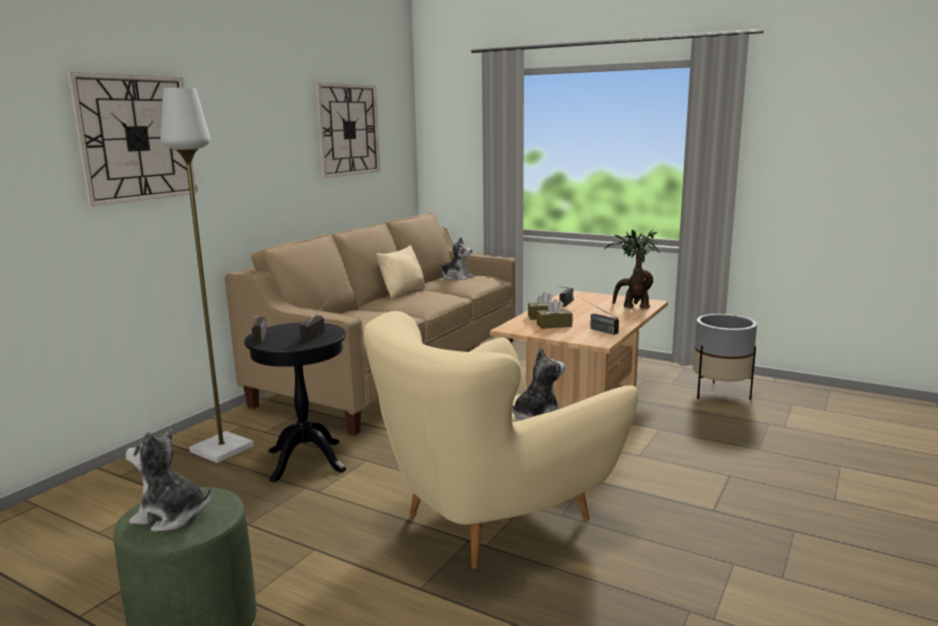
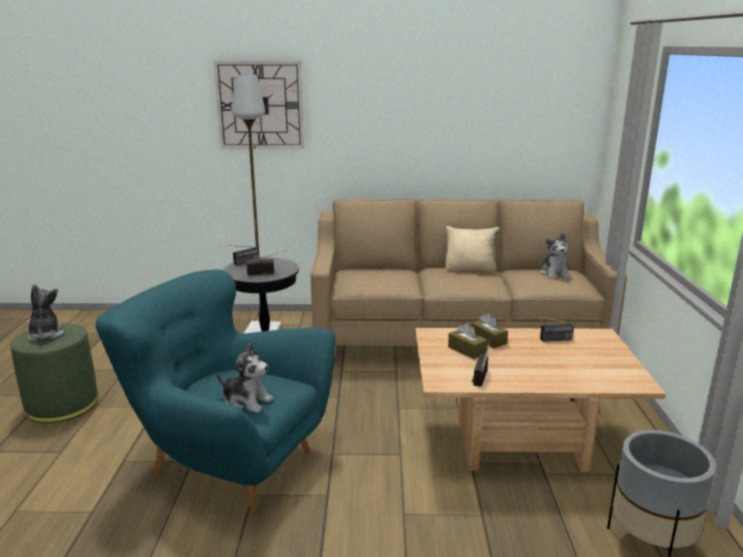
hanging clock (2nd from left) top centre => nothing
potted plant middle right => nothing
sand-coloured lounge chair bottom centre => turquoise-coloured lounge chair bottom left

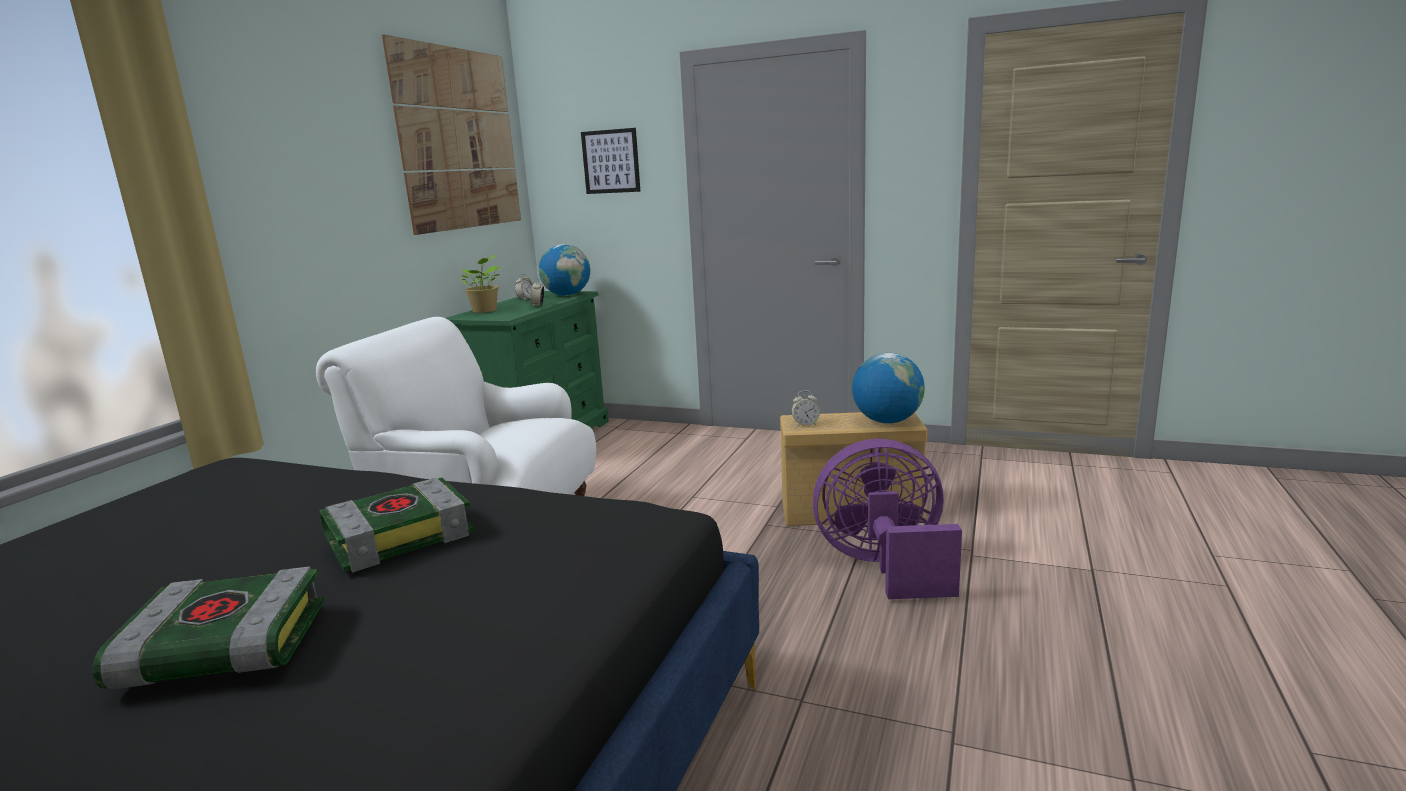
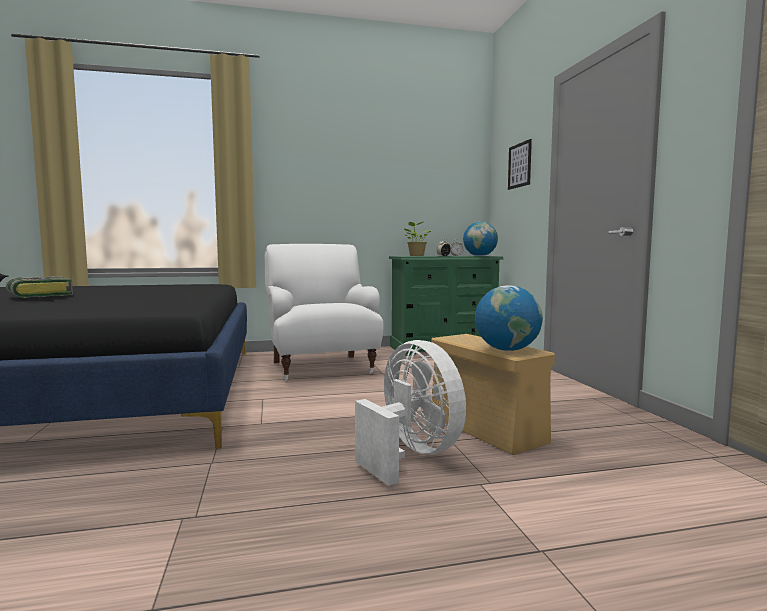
wall picture (1st from left) top left => nothing
alarm clock (3rd from left) centre => nothing
purple-coloured electric fan centre => white electric fan bottom centre
volume (2nd from left) middle left => nothing

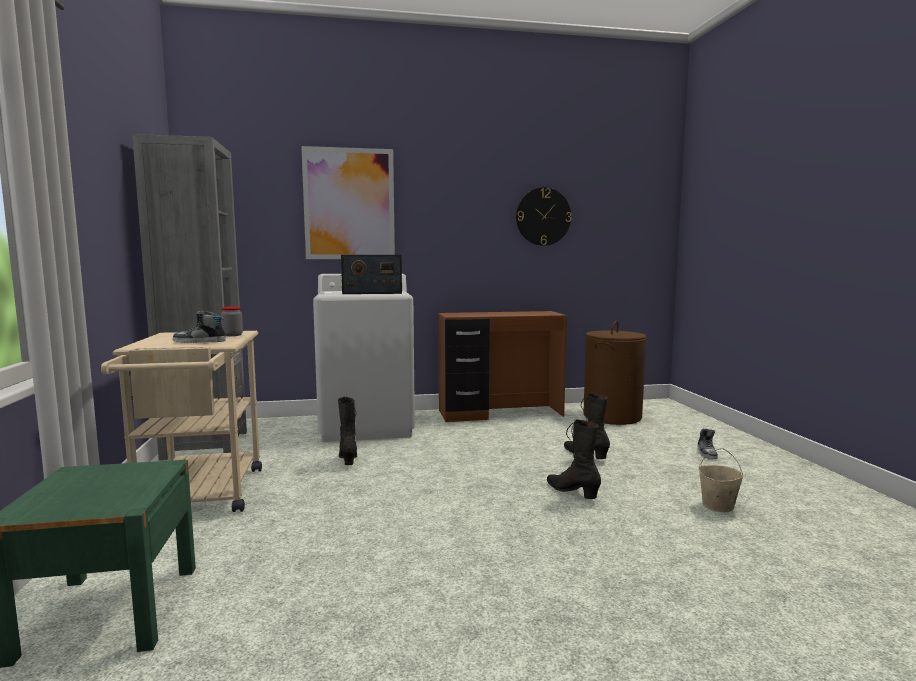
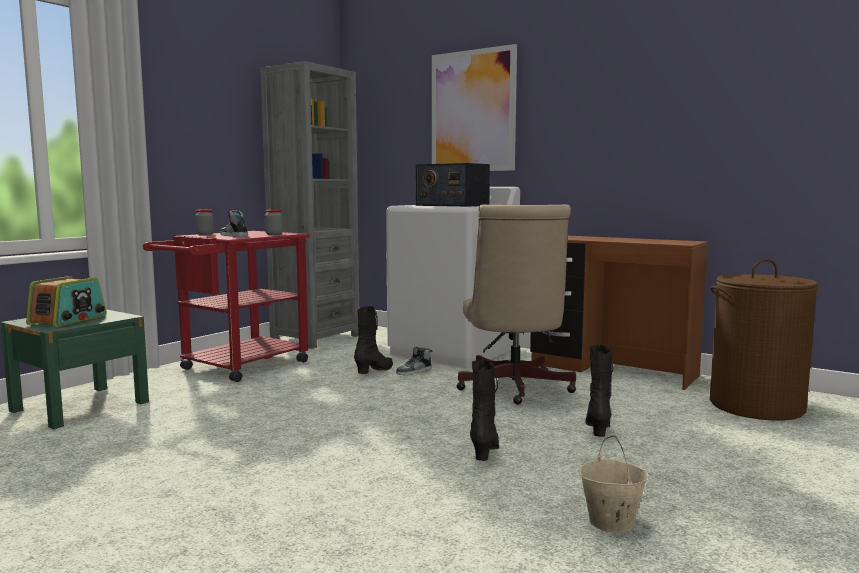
hanging clock top centre => nothing
sand-coloured cart middle left => red cart middle left
low shoe (2nd from left) middle right => low shoe (2nd from left) centre, moved
nothing => sand-coloured desk chair centre
nothing => preserve jar (1st from left) middle left
nothing => radio (1st from left) middle left

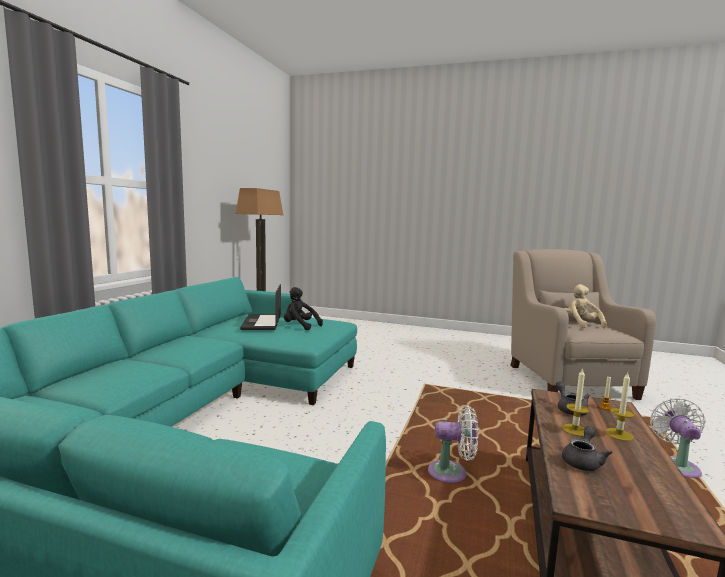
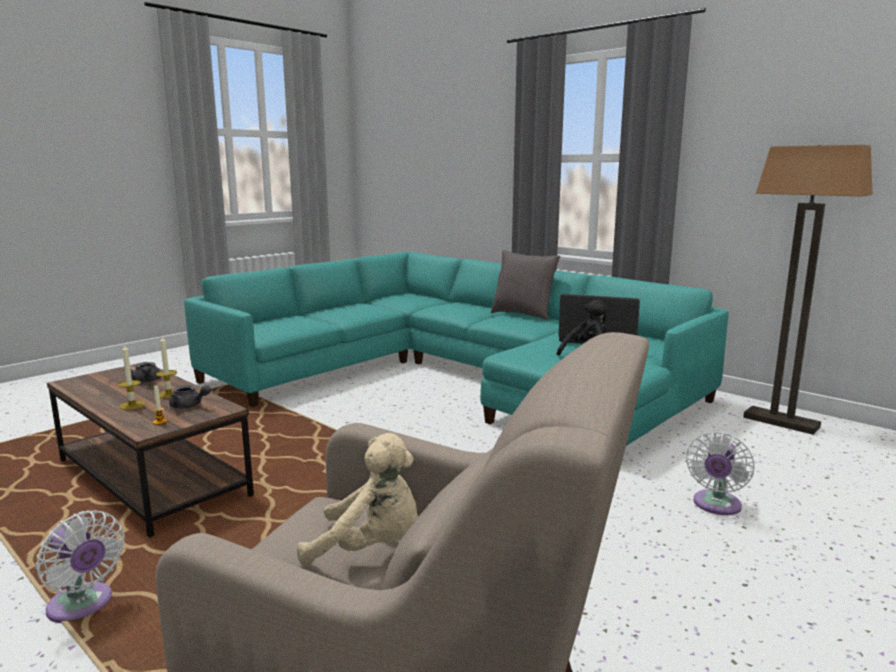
white electric fan (1st from left in the first image) bottom centre => white electric fan (2nd from left) bottom right, moved
nothing => greyish throw pillow centre

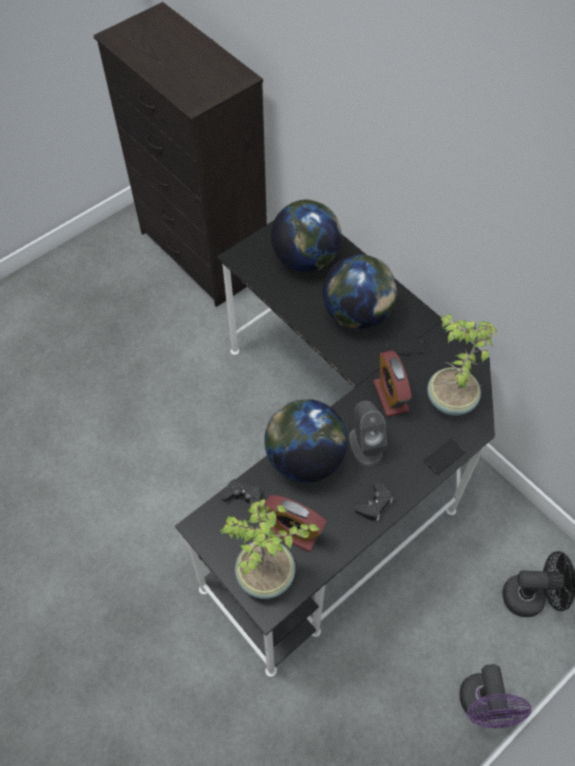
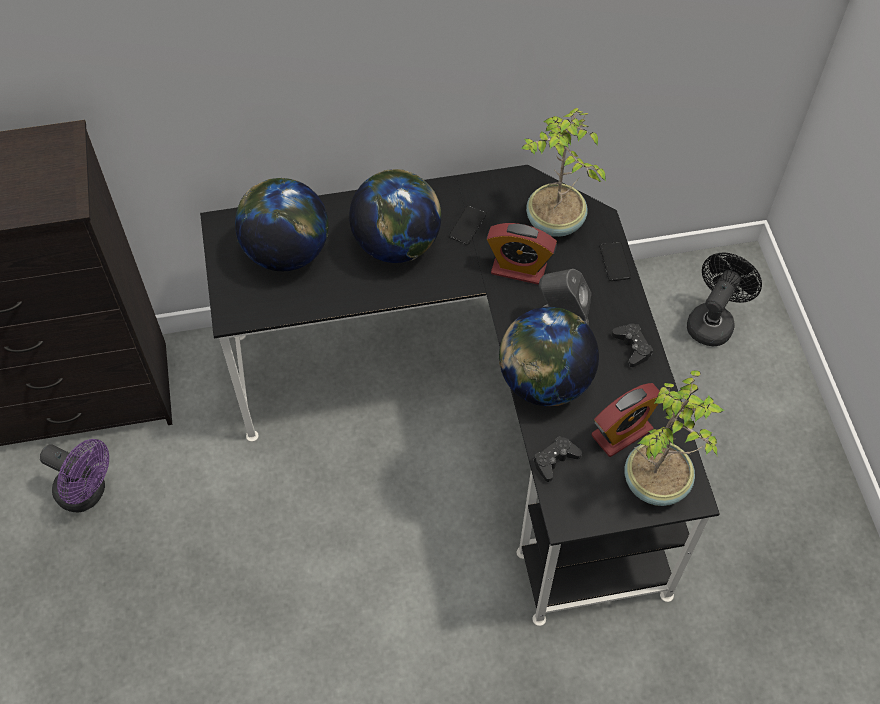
purple-coloured electric fan bottom right => purple-coloured electric fan bottom left, moved

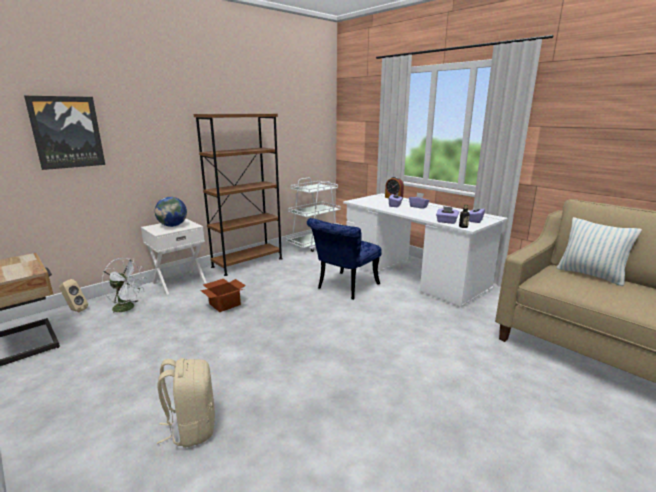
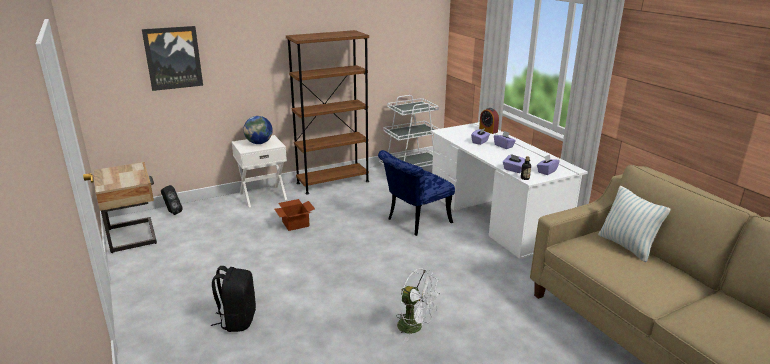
white electric fan middle left => white electric fan bottom centre, moved
sand-coloured audio speaker middle left => black-coloured audio speaker middle left
sand-coloured backpack bottom left => black-coloured backpack bottom left

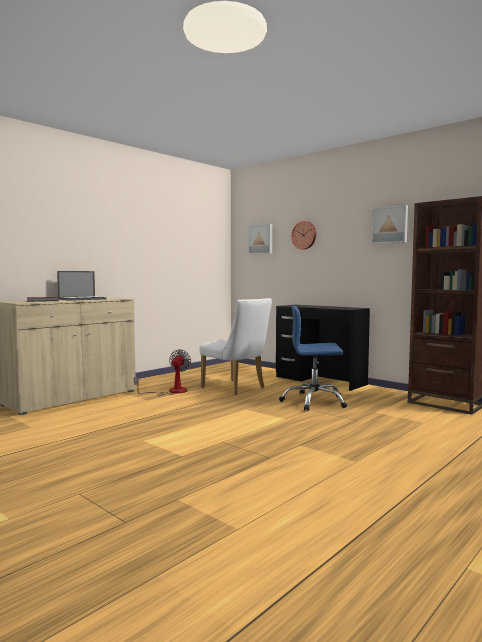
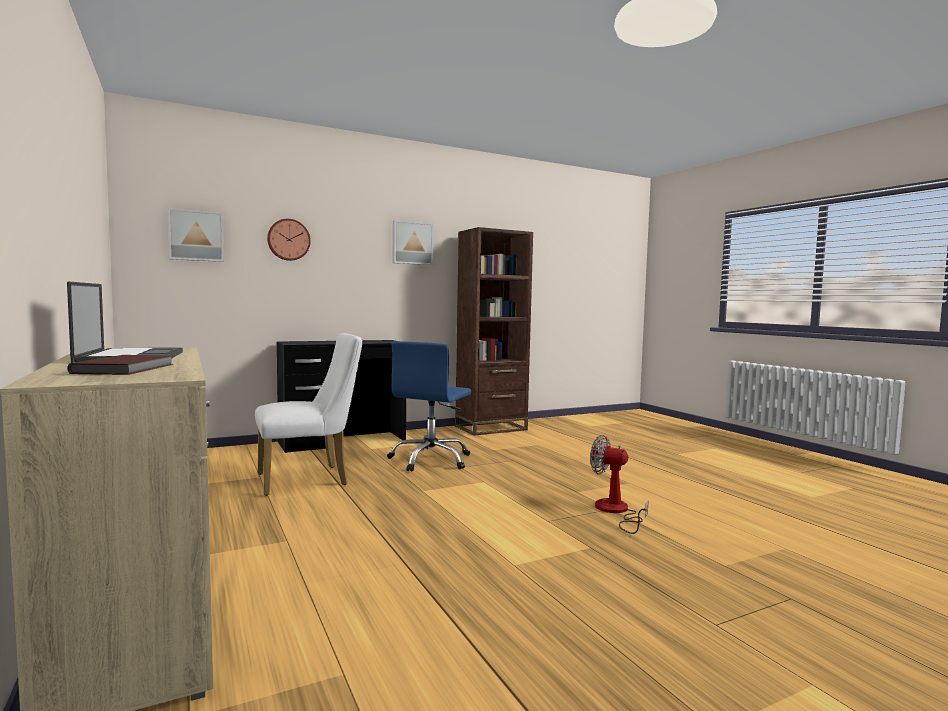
electric fan centre => electric fan bottom centre, moved

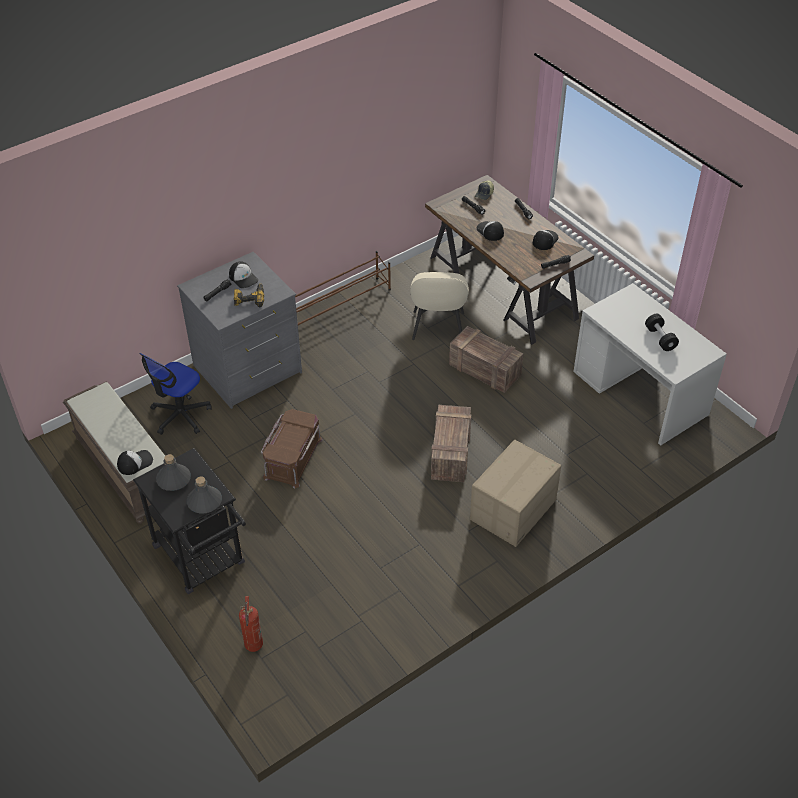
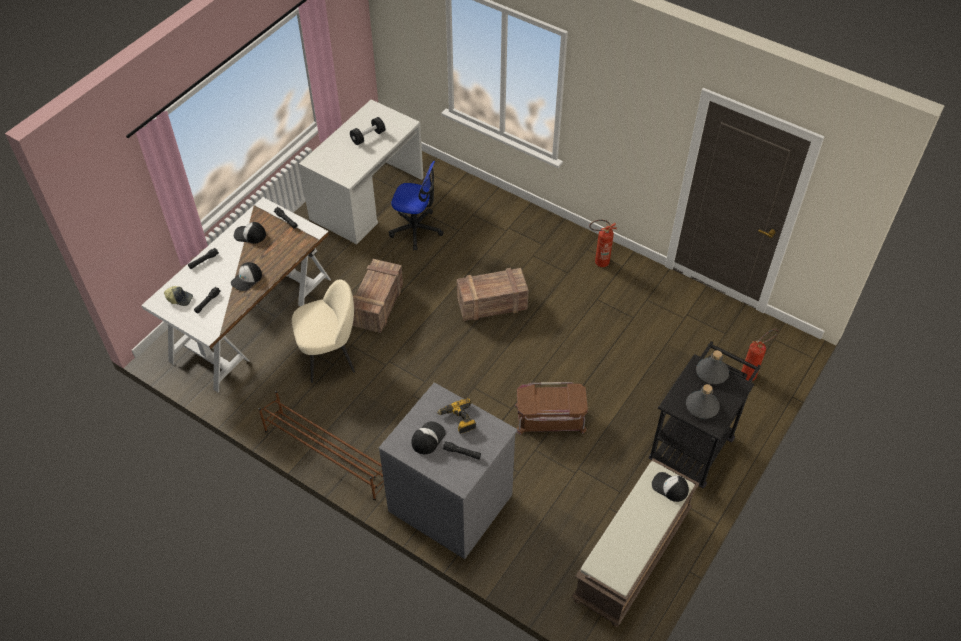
brown desk top centre => white desk (1st from left) middle left
desk chair middle left => desk chair top centre, moved
cardboard box centre => nothing
nothing => extinguisher (1st from left) centre

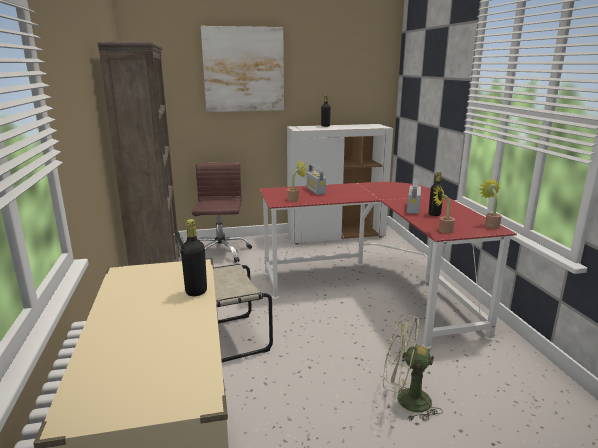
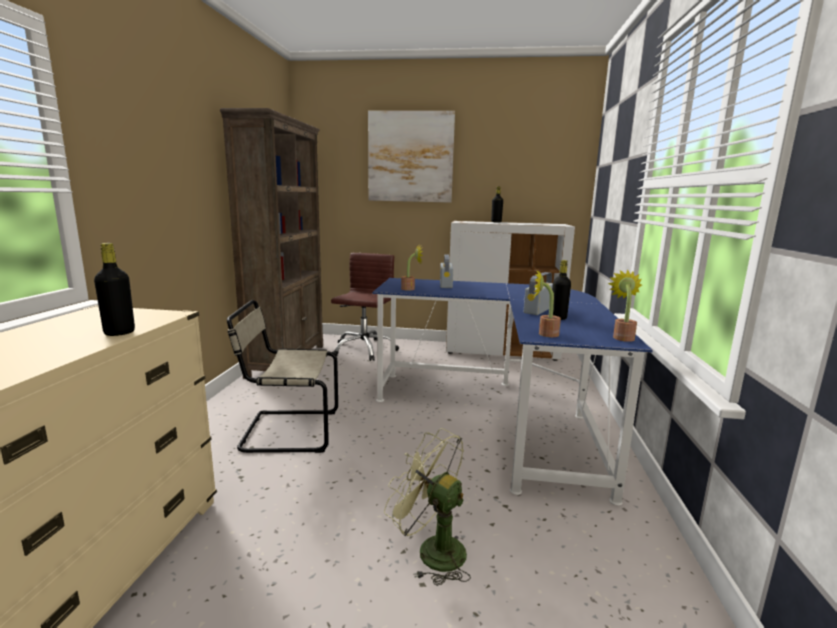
red desk centre => blue-coloured desk centre

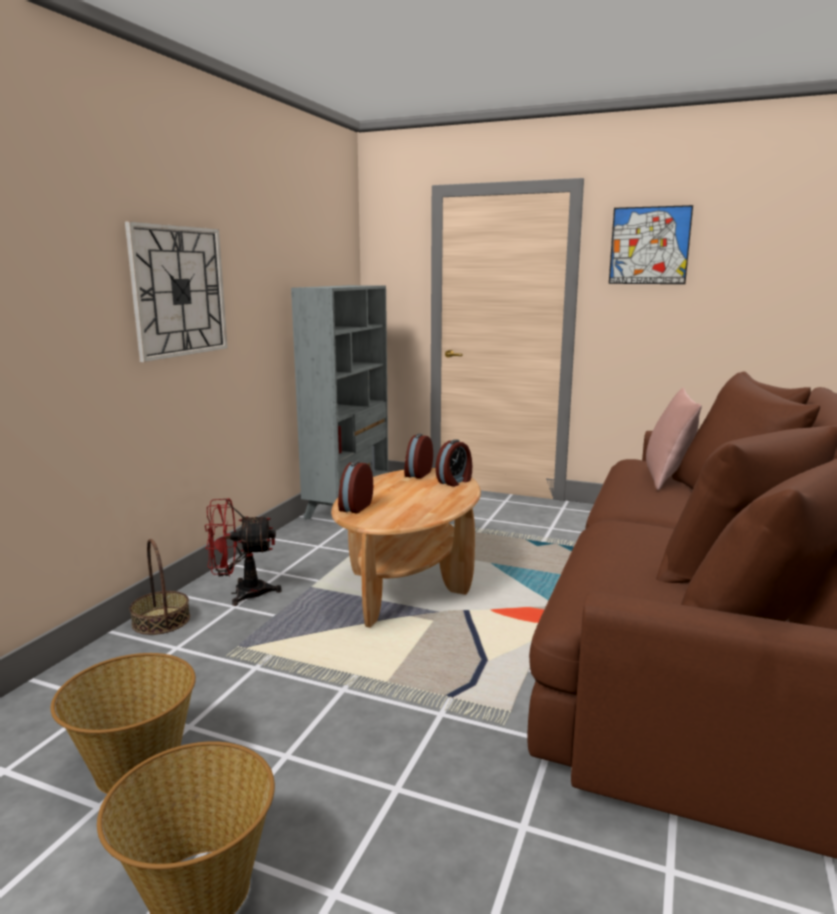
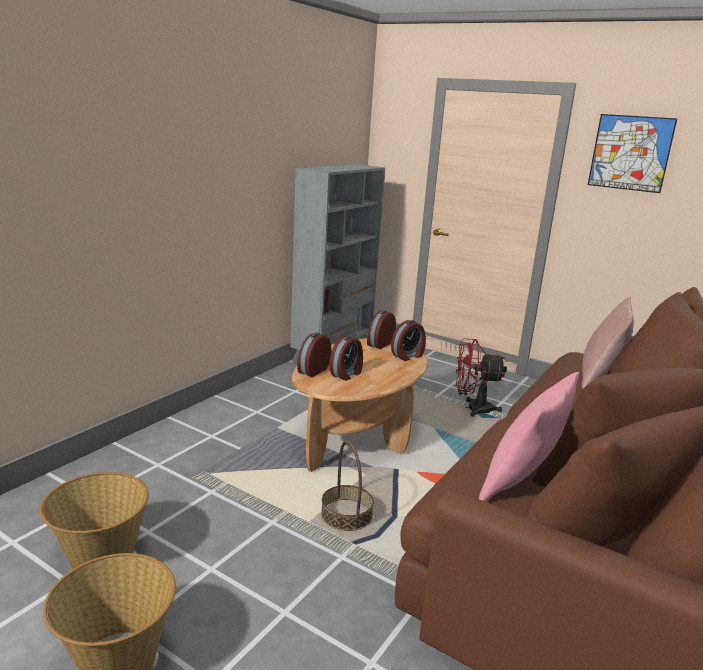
hanging clock top left => nothing
red electric fan middle left => red electric fan middle right, moved
basket (2nd from left in the first image) middle left => basket (3rd from left) bottom centre, moved
nothing => alarm clock (2nd from left) centre
nothing => pink throw pillow (1st from left) middle right

